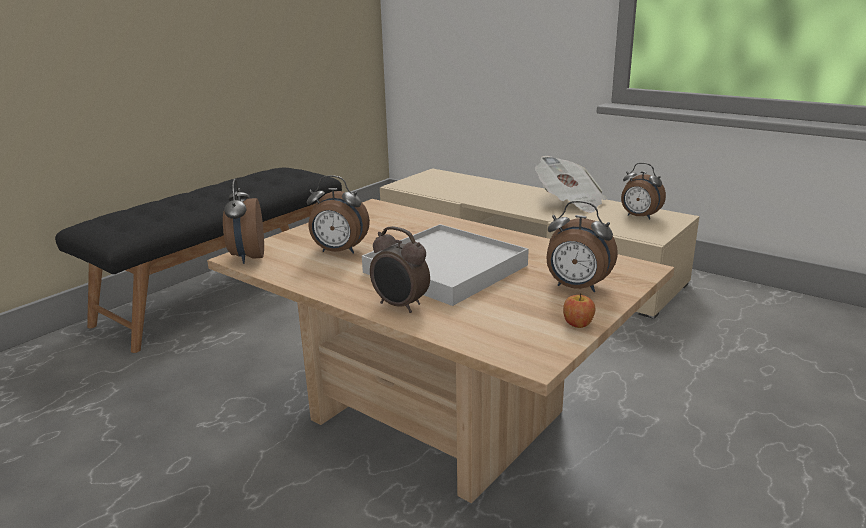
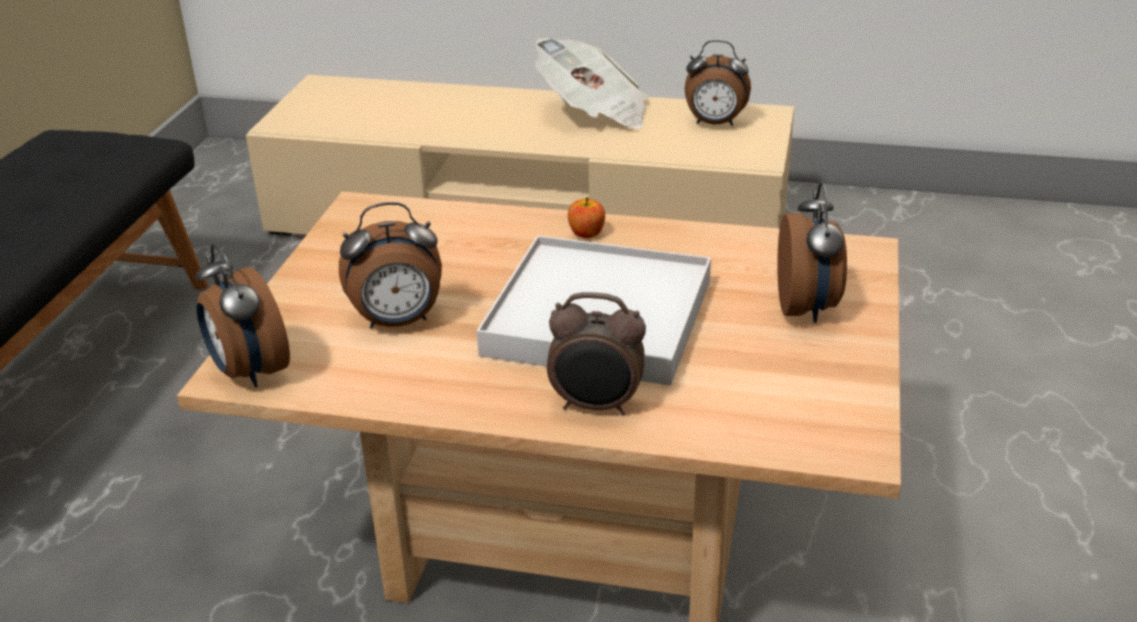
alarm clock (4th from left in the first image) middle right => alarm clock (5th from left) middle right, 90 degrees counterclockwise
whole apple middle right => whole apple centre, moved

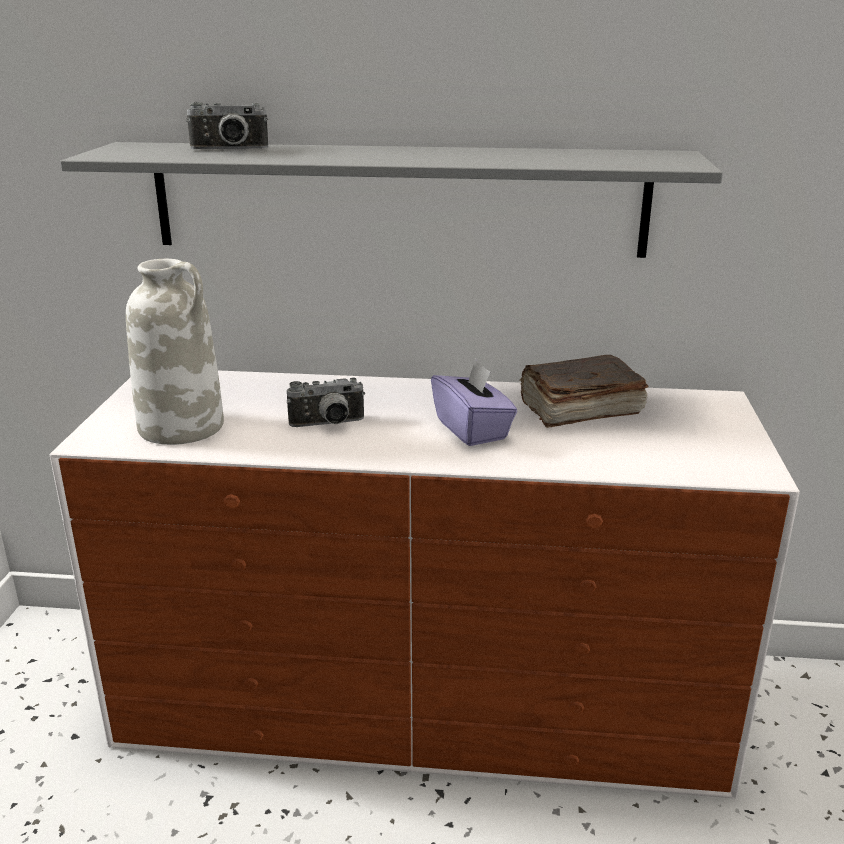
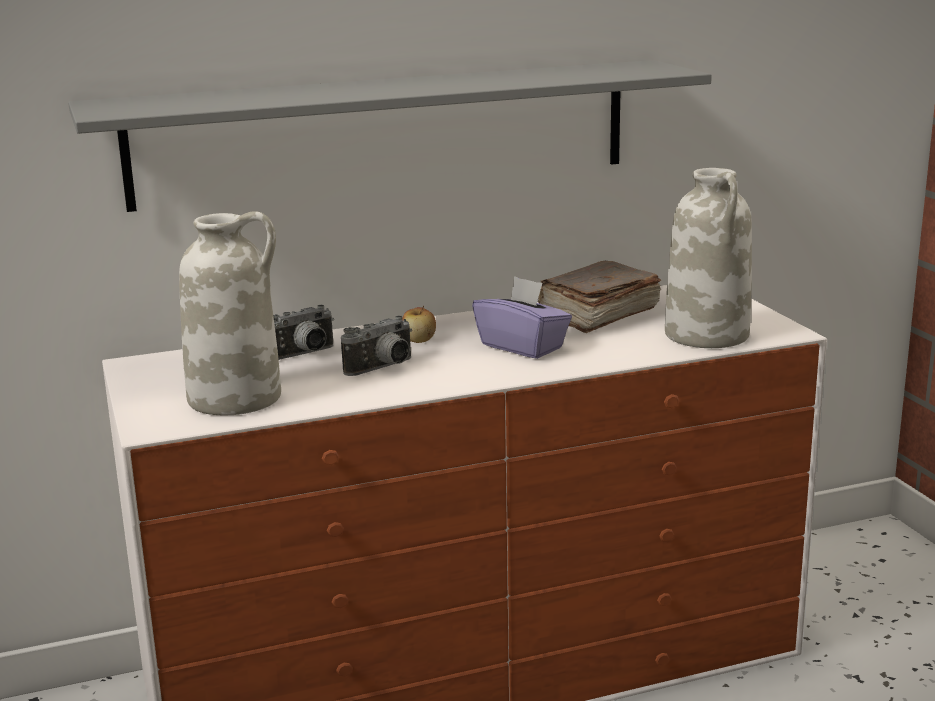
still camera (1st from left) top left => still camera (1st from left) middle left, moved
nothing => white decorative vase (2nd from left) middle right
nothing => whole apple centre

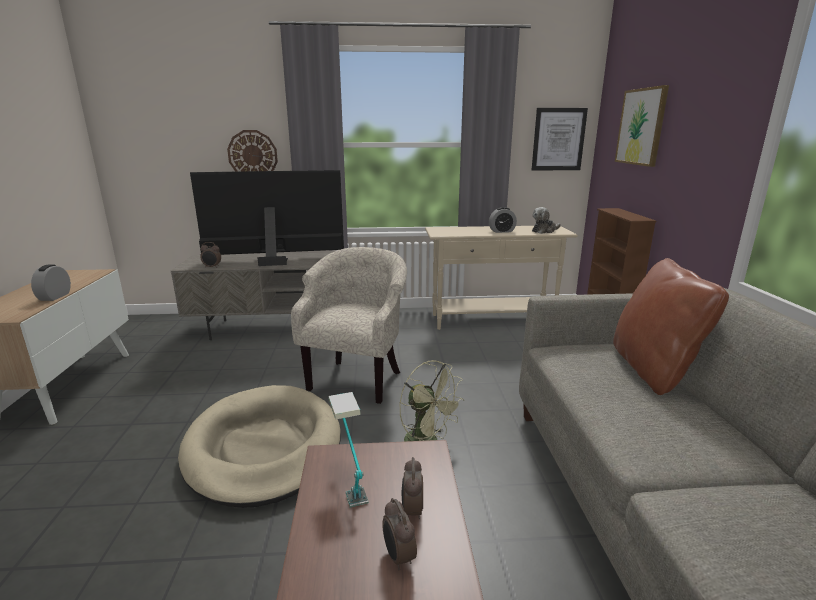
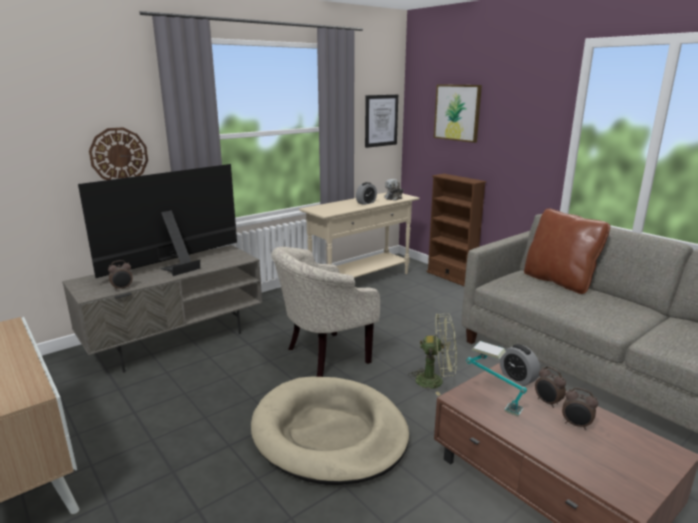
sand-coloured lounge chair centre, 105 degrees counterclockwise
alarm clock (1st from left in the first image) middle left => alarm clock (3rd from left) bottom right, moved

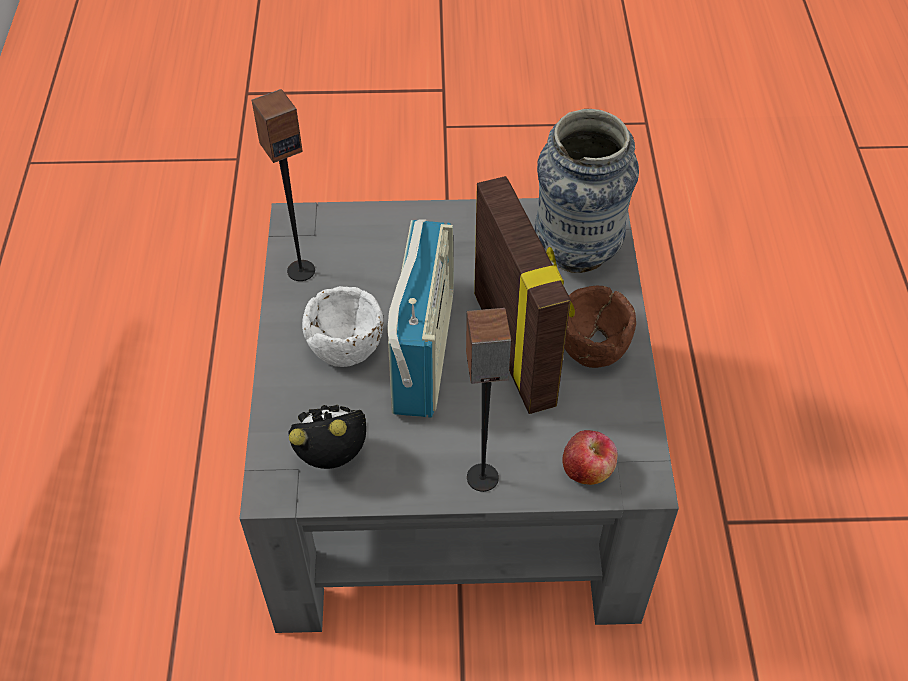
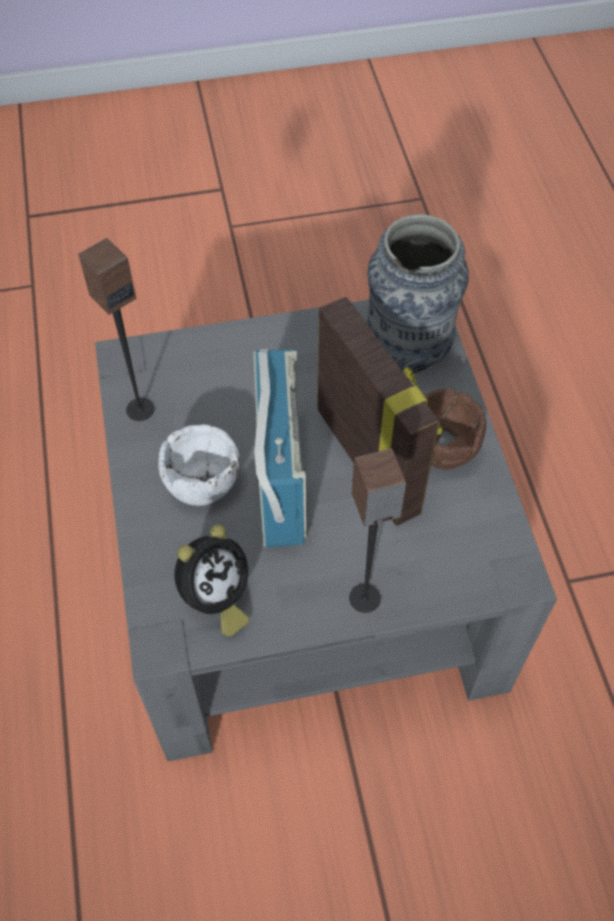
alarm clock centre, 150 degrees clockwise
whole apple bottom centre => nothing

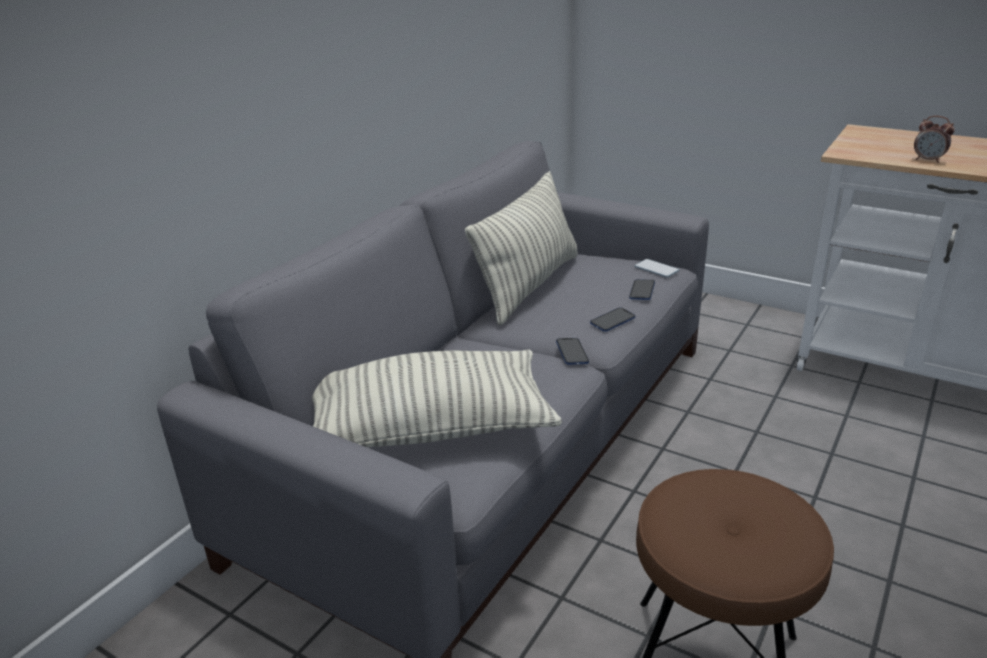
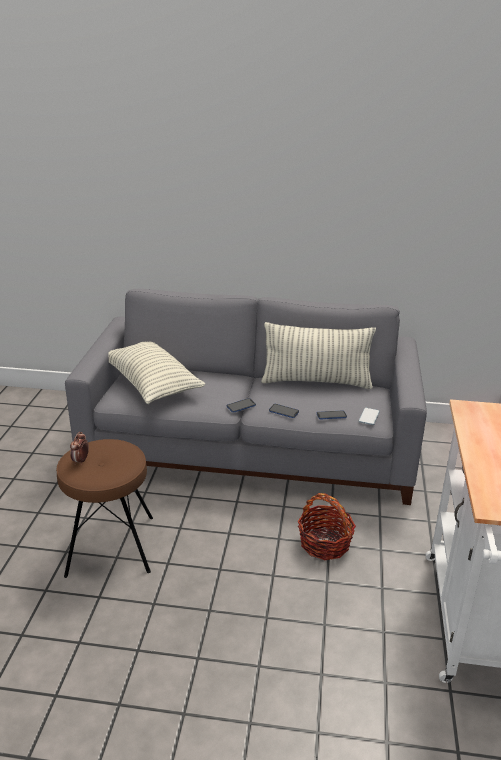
alarm clock top right => alarm clock middle left, moved
nothing => basket bottom centre

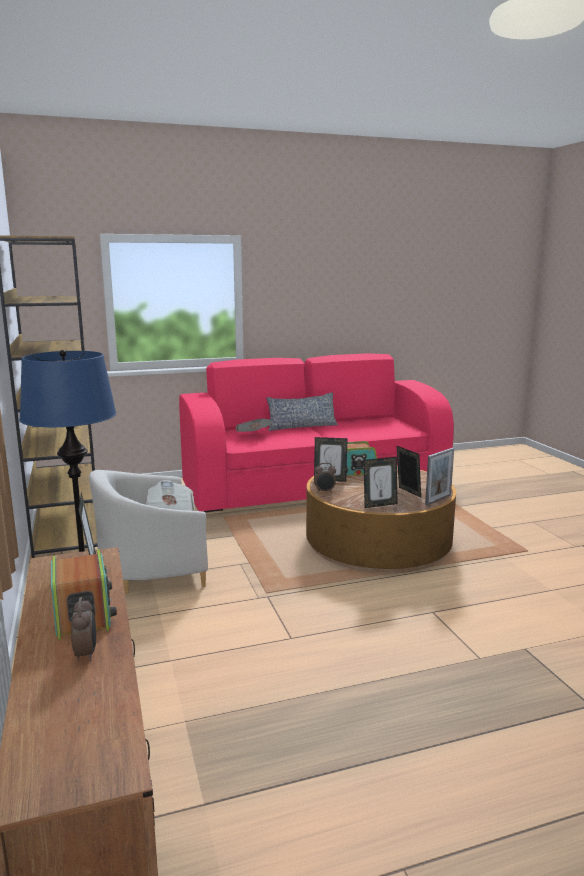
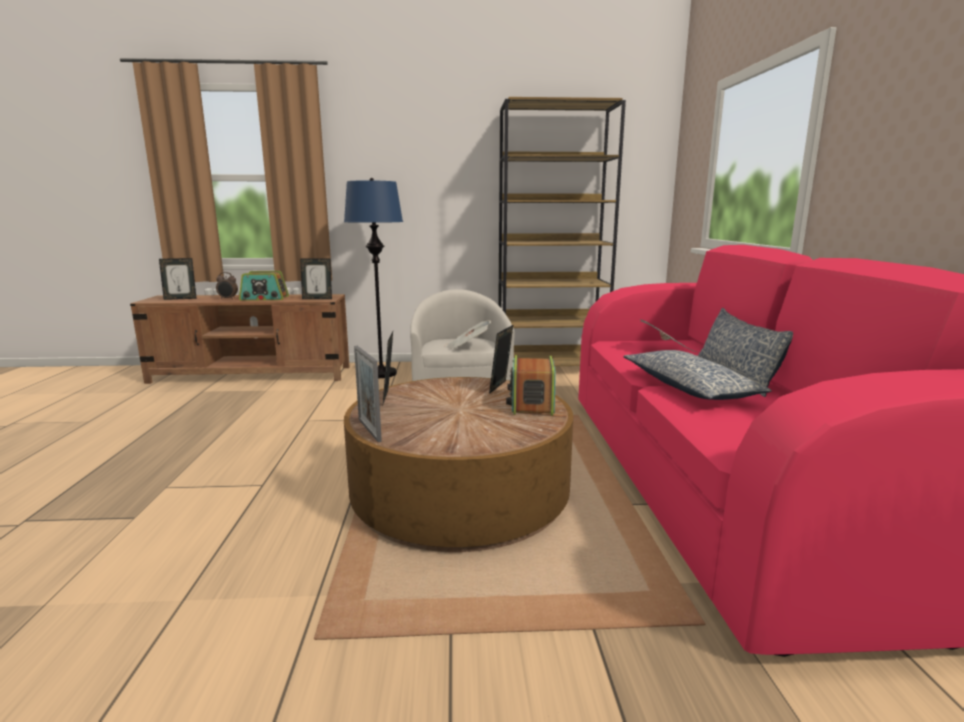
picture frame (4th from left in the first image) middle right => picture frame (1st from left) middle left, moved
alarm clock (2nd from left) centre => nothing
nothing => throw pillow (1st from left) middle right

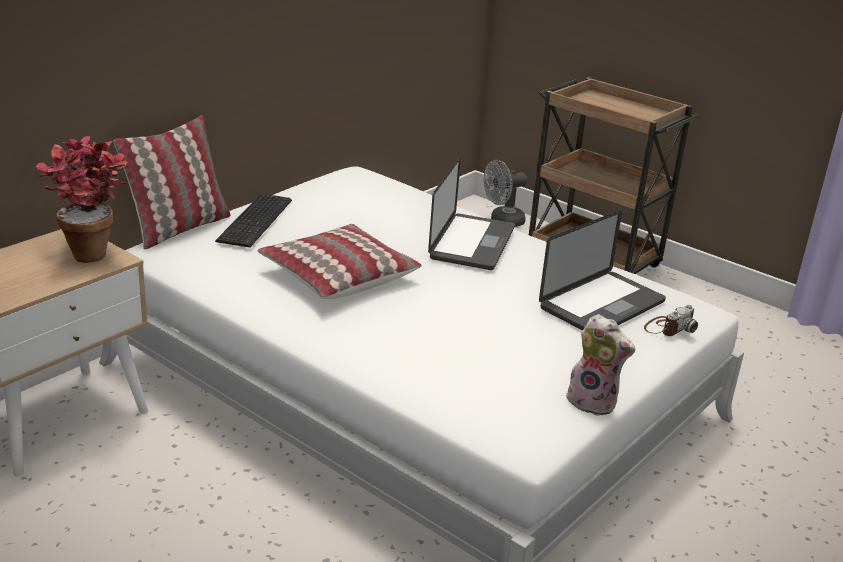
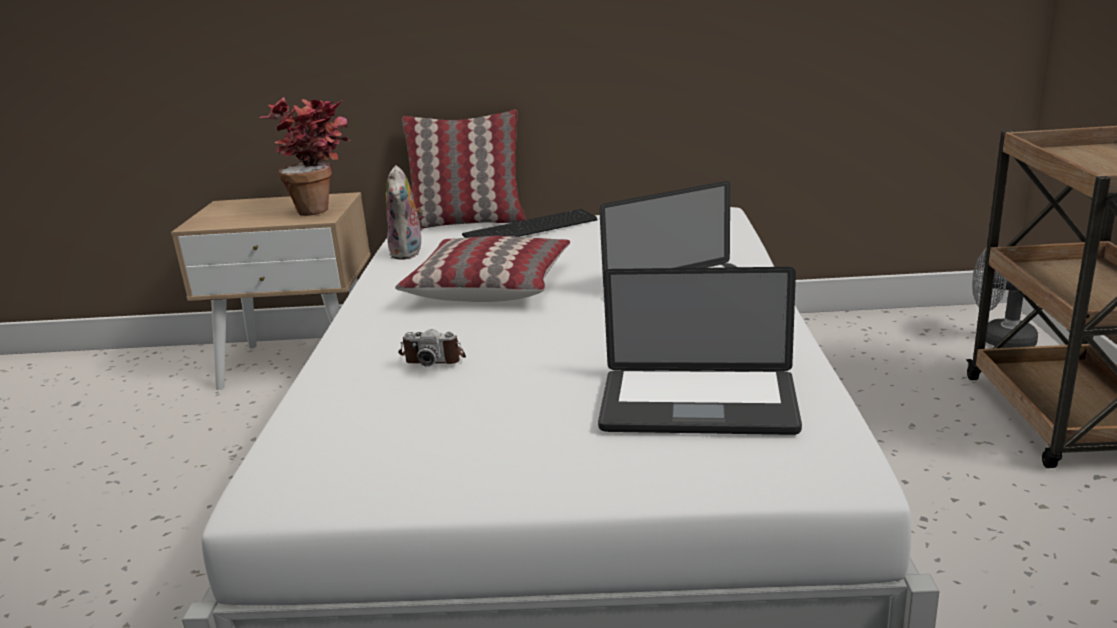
still camera middle right => still camera centre, moved
plush toy middle right => plush toy centre, moved

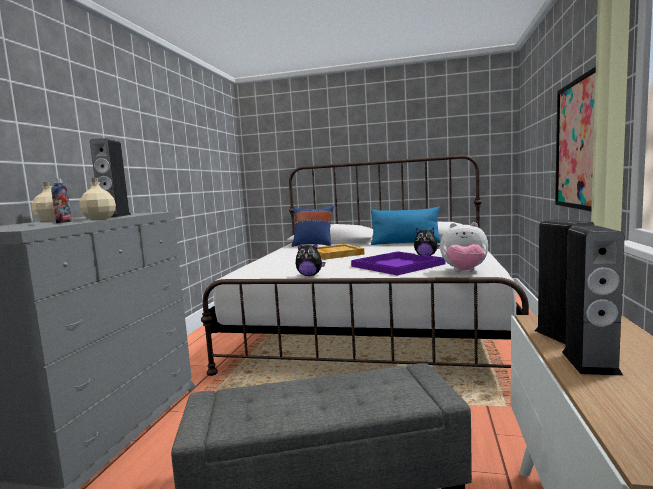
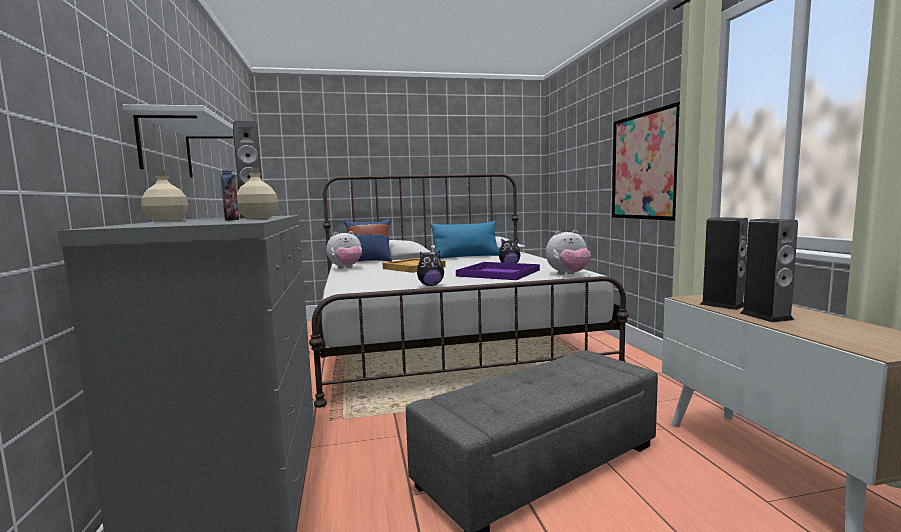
nothing => white wall shelf top left
nothing => plush toy (1st from left) centre

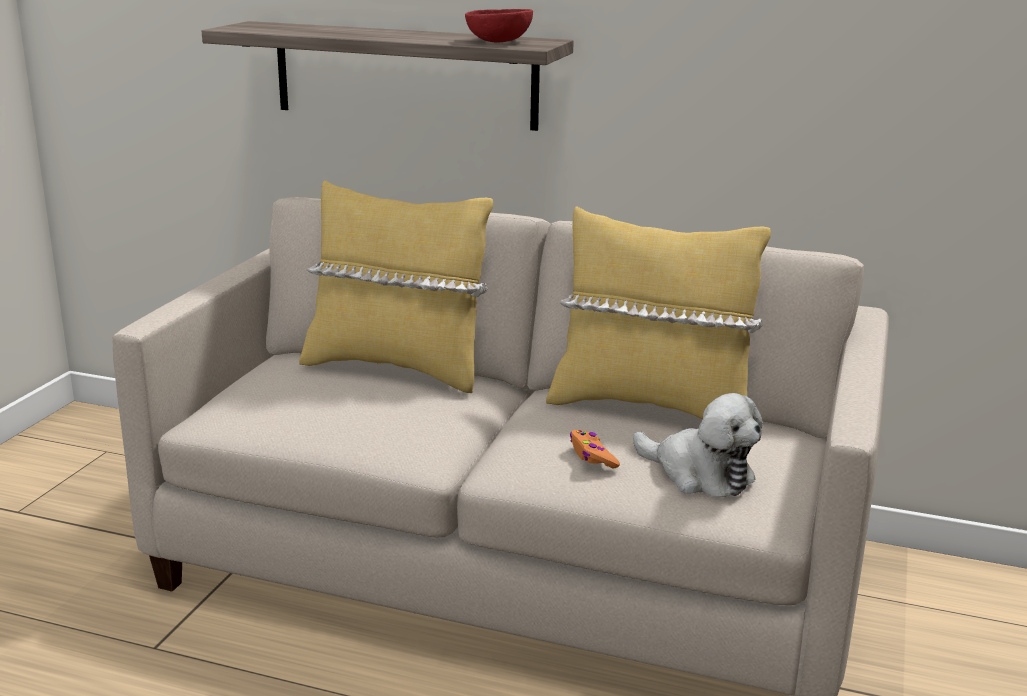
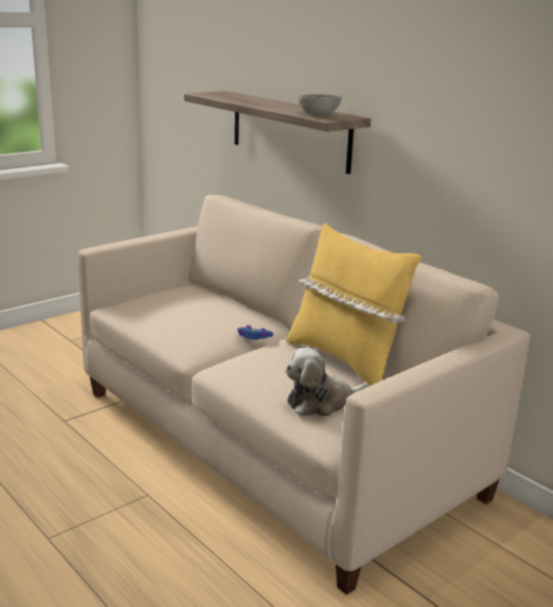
red bowl top centre => greyish bowl top centre
yellowish throw pillow (1st from left) centre => nothing
plush toy middle right => plush toy centre, 90 degrees clockwise
orangey joypad centre => nothing
nothing => blue-coloured joypad centre

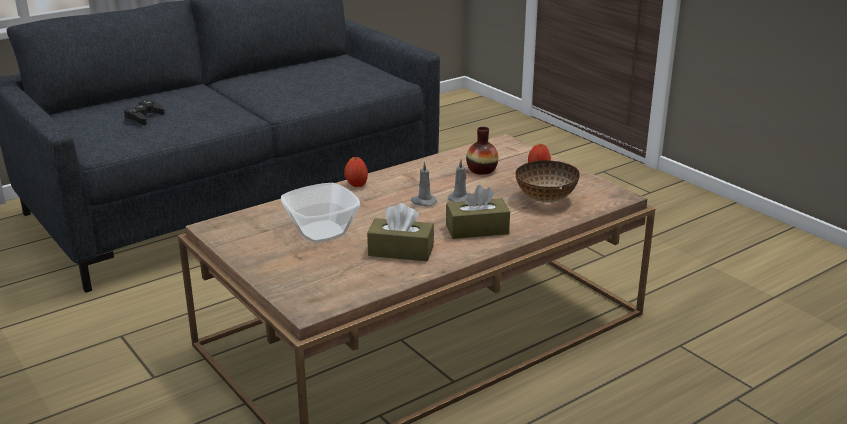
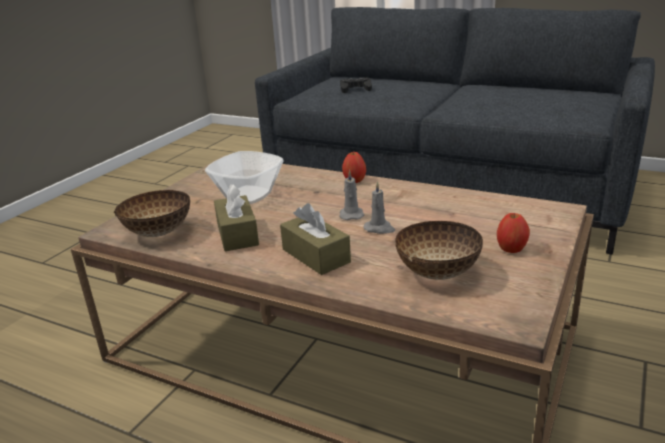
decorative vase centre => nothing
nothing => bowl (1st from left) middle left

